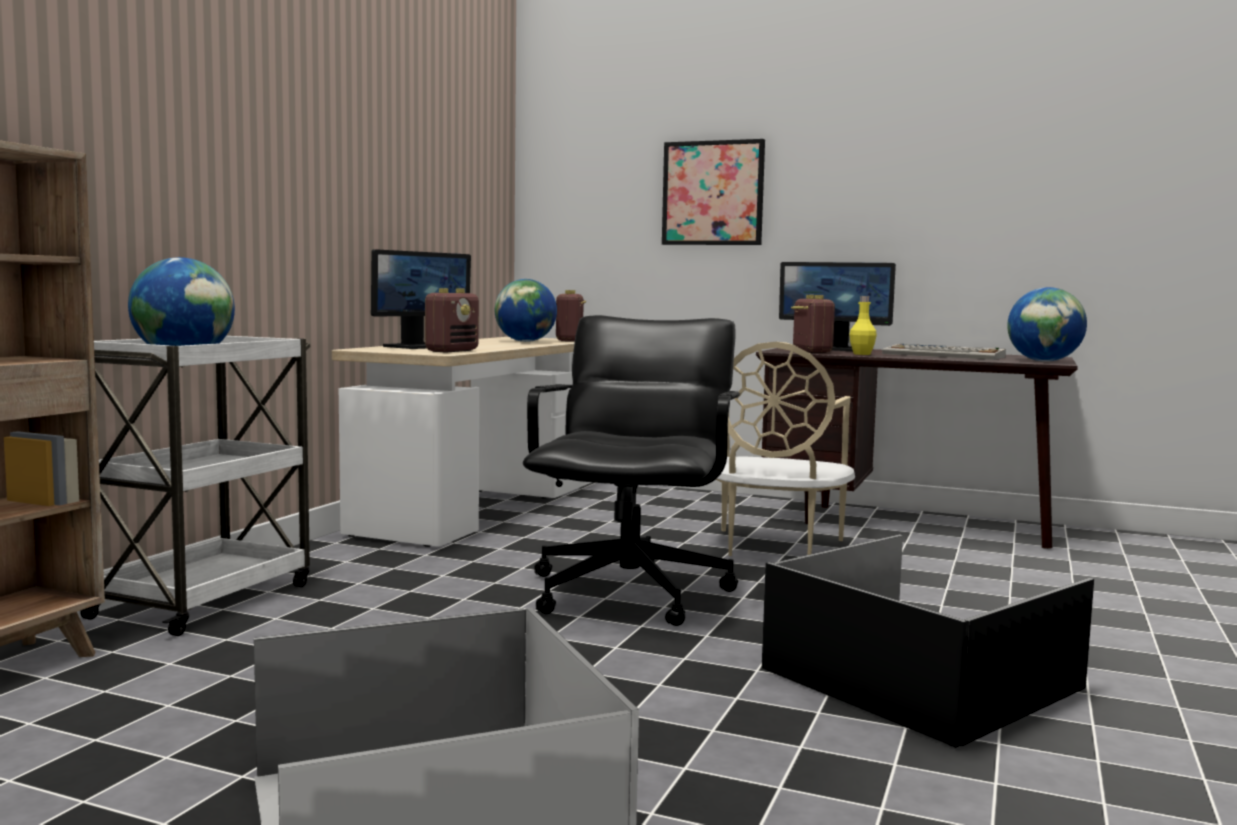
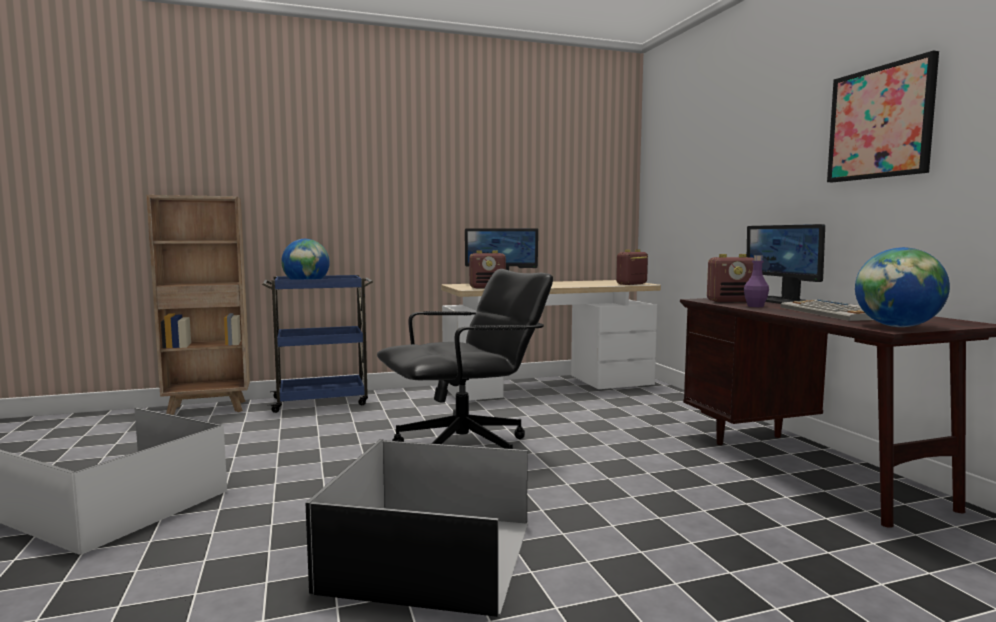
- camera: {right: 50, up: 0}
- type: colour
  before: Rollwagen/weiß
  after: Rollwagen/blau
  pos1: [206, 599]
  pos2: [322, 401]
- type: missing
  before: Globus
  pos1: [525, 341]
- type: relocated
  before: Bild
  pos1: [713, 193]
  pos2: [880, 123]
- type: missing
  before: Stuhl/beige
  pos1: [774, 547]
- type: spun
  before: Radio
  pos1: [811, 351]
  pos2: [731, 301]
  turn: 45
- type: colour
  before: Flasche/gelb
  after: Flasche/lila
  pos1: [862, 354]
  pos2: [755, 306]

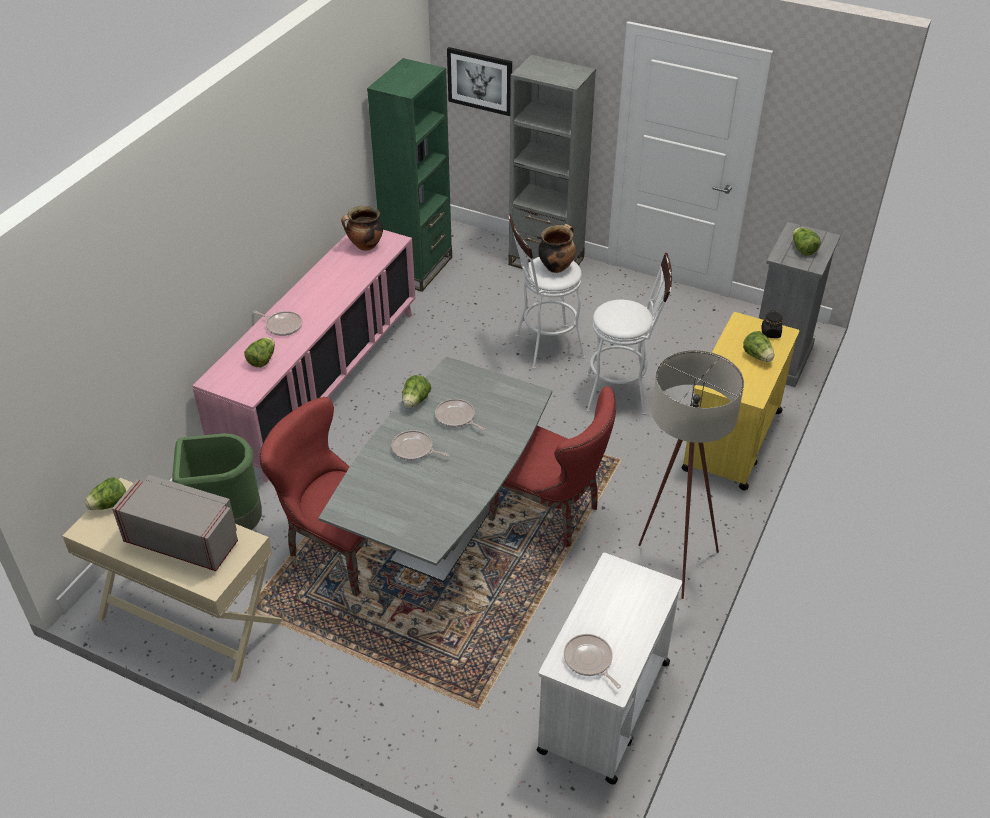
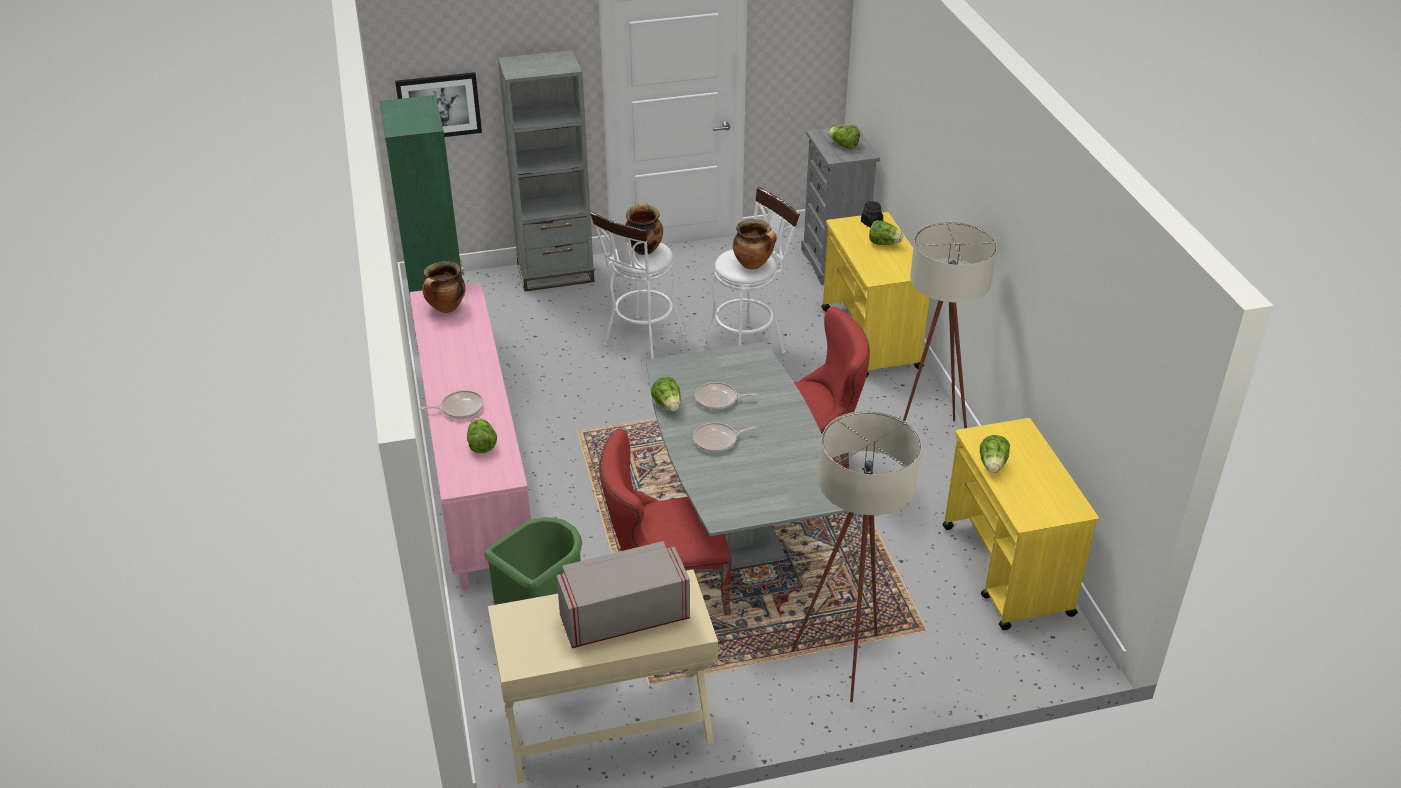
- camera: {right: -40, up: -5}
- type: relocated
  before: Salatkopf
  pos1: [110, 505]
  pos2: [993, 465]
- type: colour
  before: Rollwagen/weiß
  after: Rollwagen/gelb
  pos1: [603, 707]
  pos2: [1007, 571]
- type: missing
  before: Pfanne
  pos1: [589, 660]
- type: appeared
  after: Kochtopf
  pos2: [753, 264]
- type: appeared
  after: Stehlampe/beige
  pos2: [848, 657]

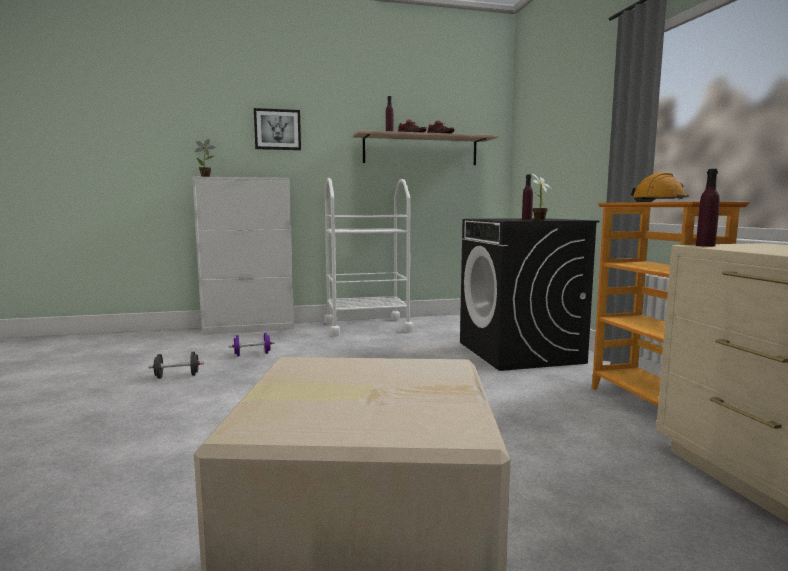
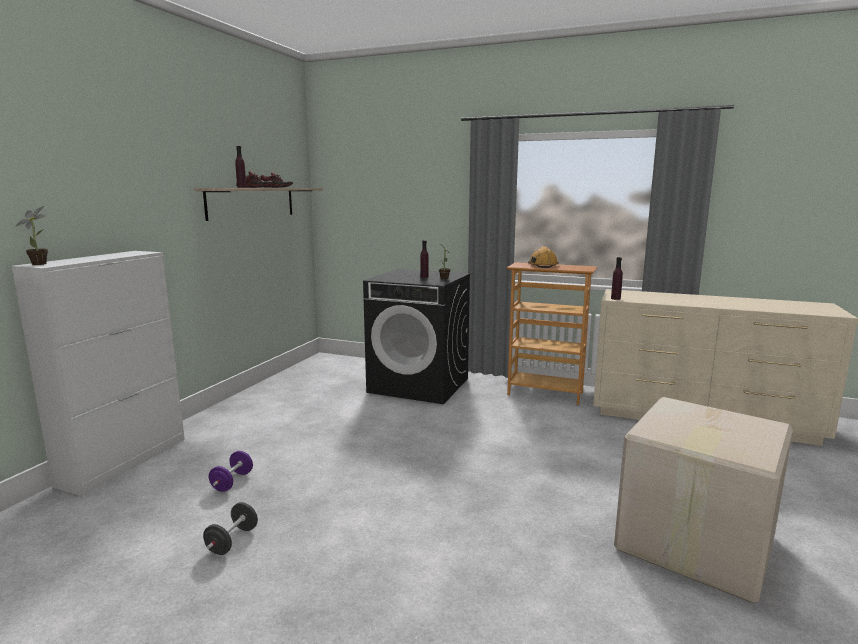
- camera: {right: -55, up: 5}
- type: missing
  before: Bild
  pos1: [277, 129]
- type: missing
  before: Rollwagen/weiß
  pos1: [367, 326]

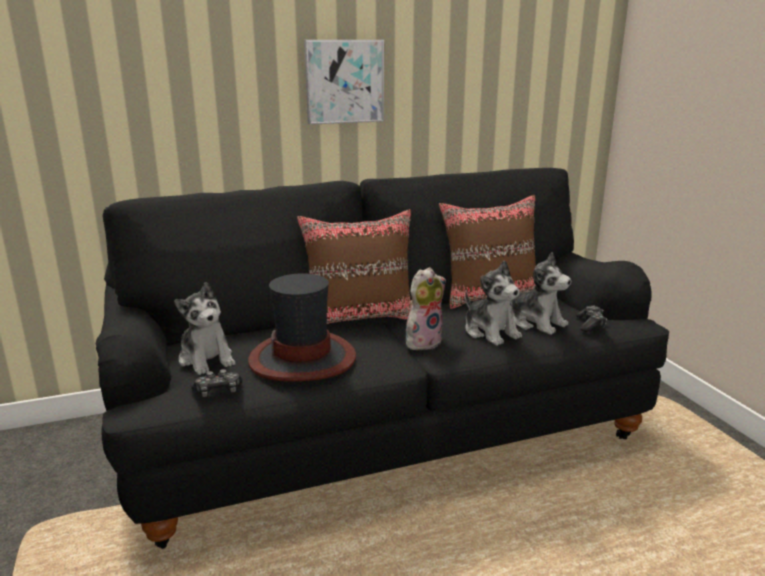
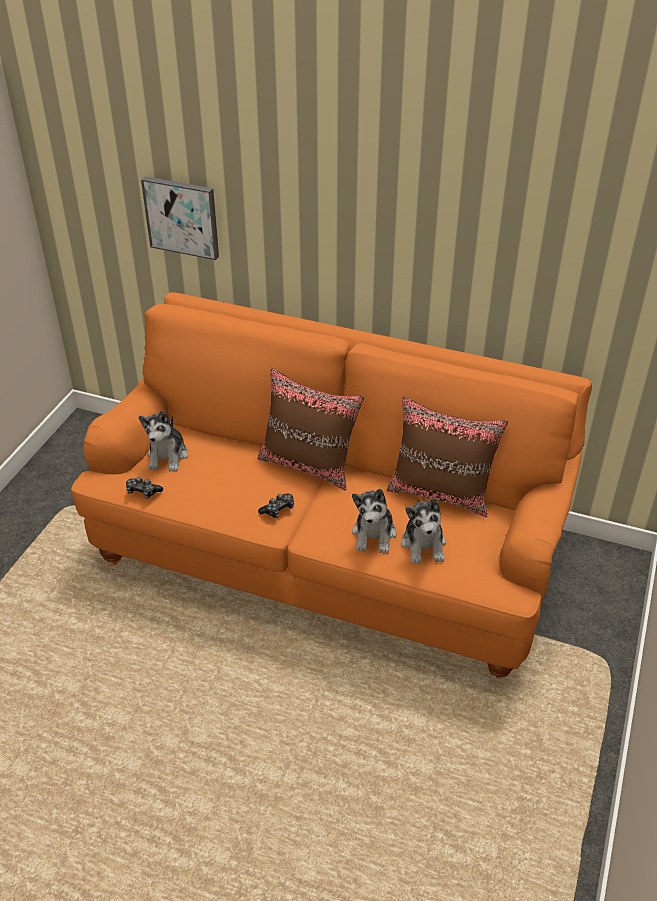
- camera: {right: 40, up: 20}
- type: colour
  before: Sofa/schwarz
  after: Sofa/orange
  pos1: [382, 430]
  pos2: [329, 553]
- type: missing
  before: Hut
  pos1: [303, 358]
- type: relocated
  before: Bild
  pos1: [344, 81]
  pos2: [182, 216]
- type: missing
  before: Plüschtier
  pos1: [423, 341]
- type: relocated
  before: Gamepad
  pos1: [590, 324]
  pos2: [278, 509]

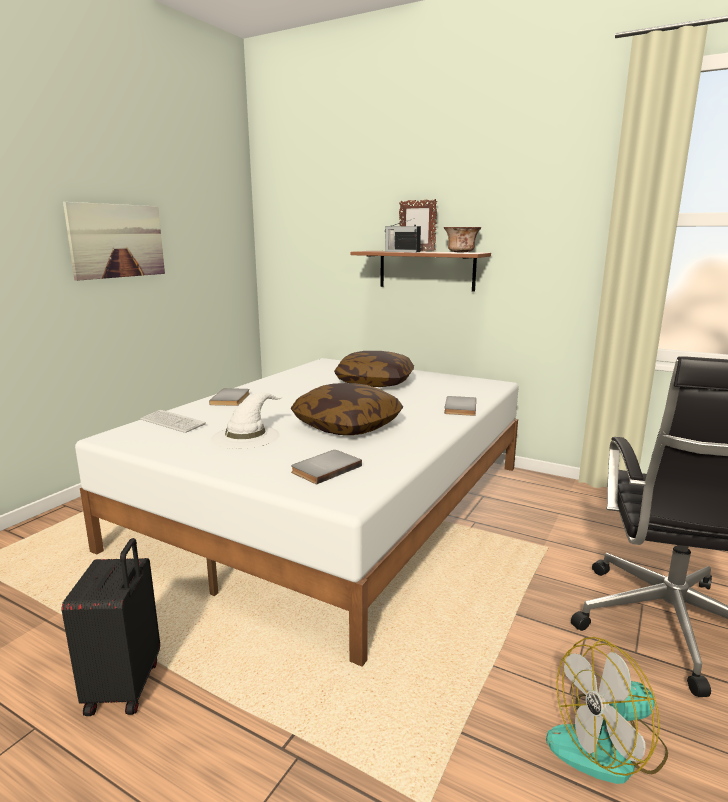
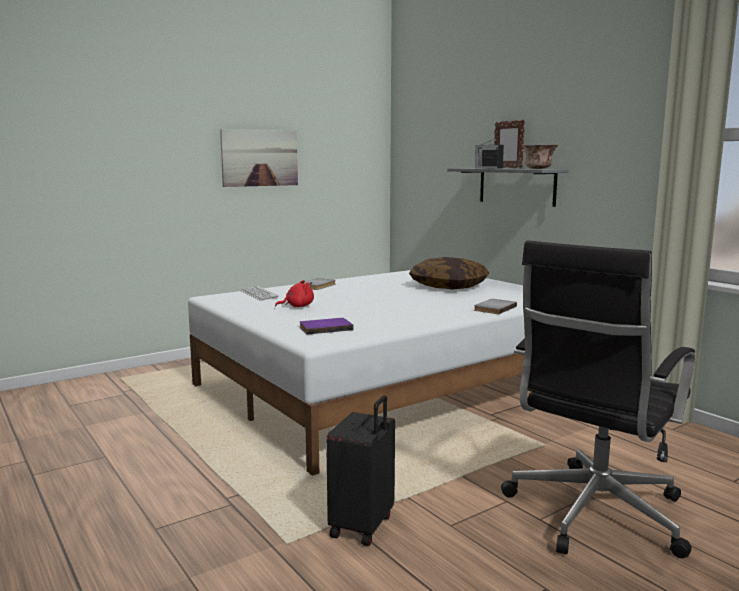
- camera: {right: 25, up: -5}
- type: relocated
  before: Koffer/schwarz
  pos1: [126, 686]
  pos2: [363, 526]
- type: exchanged
  before: Hut/weiß
  after: Plüschtier/rot
  pos1: [246, 436]
  pos2: [297, 306]
- type: missing
  before: Kissen
  pos1: [347, 426]
- type: colour
  before: Buch/grau
  after: Buch/lila
  pos1: [324, 468]
  pos2: [325, 328]
- type: colour
  before: Wandregal/braun
  after: Wandregal/grau
  pos1: [426, 270]
  pos2: [516, 186]
- type: missing
  before: Ventilator
  pos1: [608, 748]

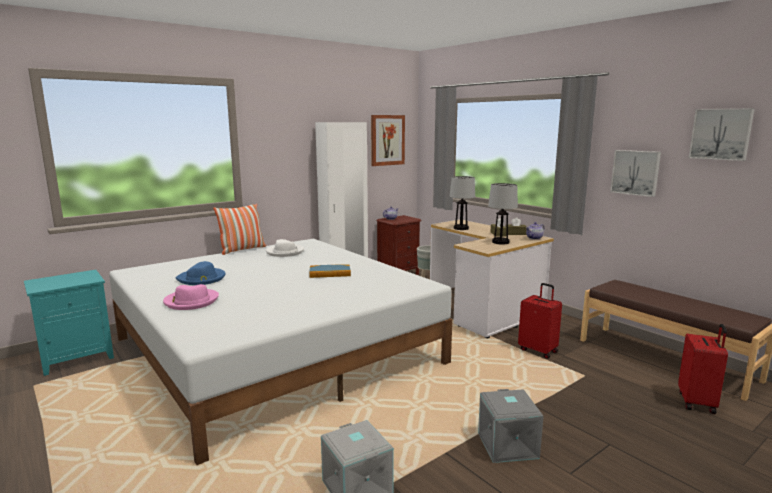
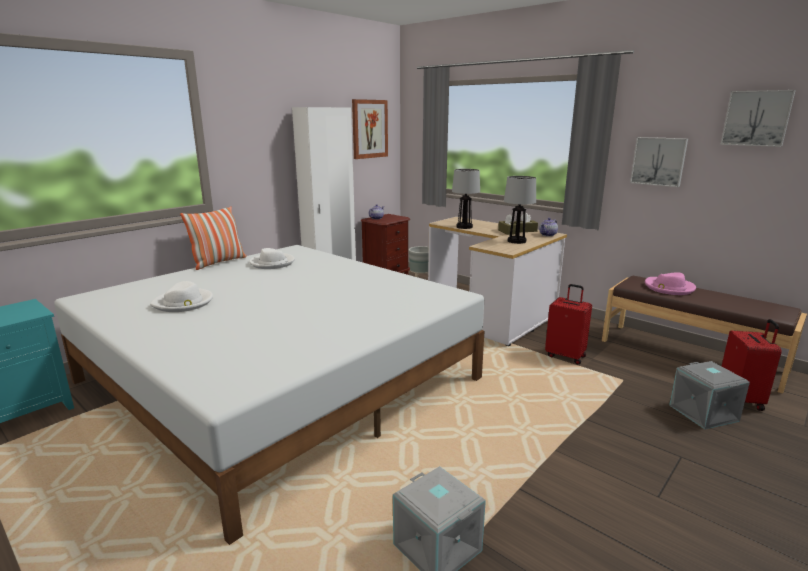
- camera: {right: -10, up: 5}
- type: relocated
  before: Hut/rosa
  pos1: [191, 301]
  pos2: [668, 288]
- type: colour
  before: Hut/blau
  after: Hut/weiß
  pos1: [202, 279]
  pos2: [183, 303]
- type: missing
  before: Buch
  pos1: [330, 273]
- type: relocated
  before: Aufbewahrungsbox/grau
  pos1: [506, 445]
  pos2: [702, 413]

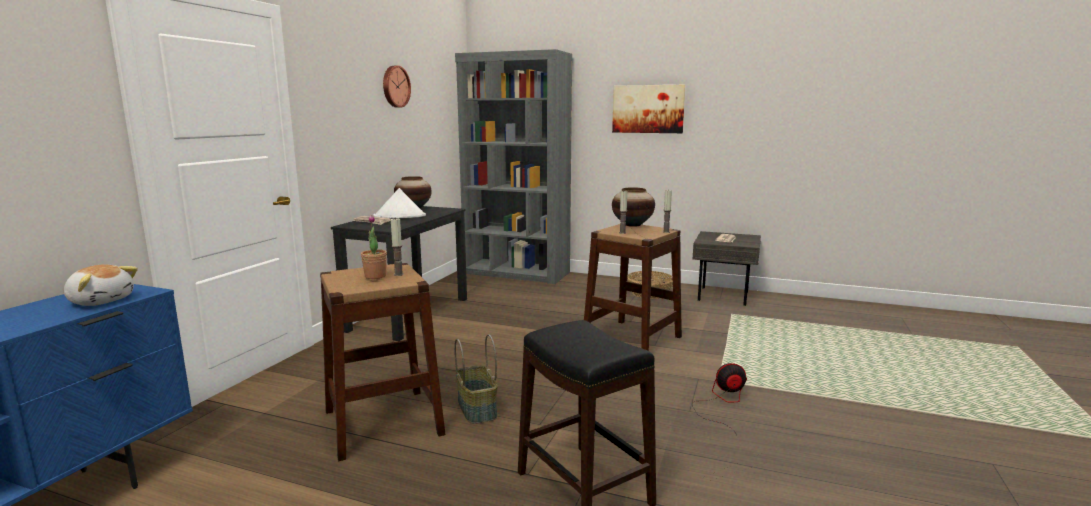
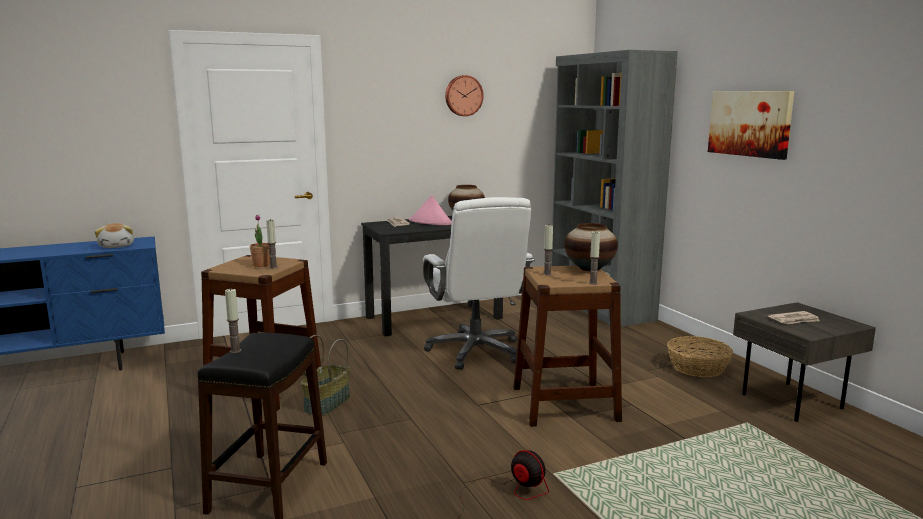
- camera: {right: 45, up: 0}
- type: colour
  before: Hut/weiß
  after: Hut/rosa
  pos1: [400, 216]
  pos2: [431, 222]
- type: appeared
  after: Kerze
  pos2: [235, 351]
- type: appeared
  after: Bürostuhl/weiß
  pos2: [476, 351]

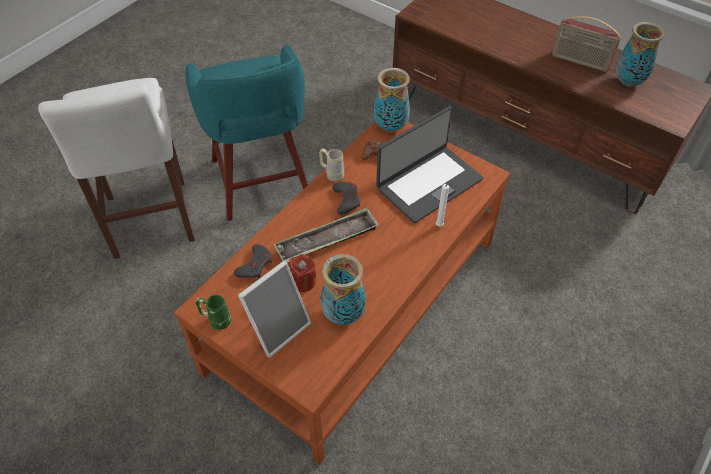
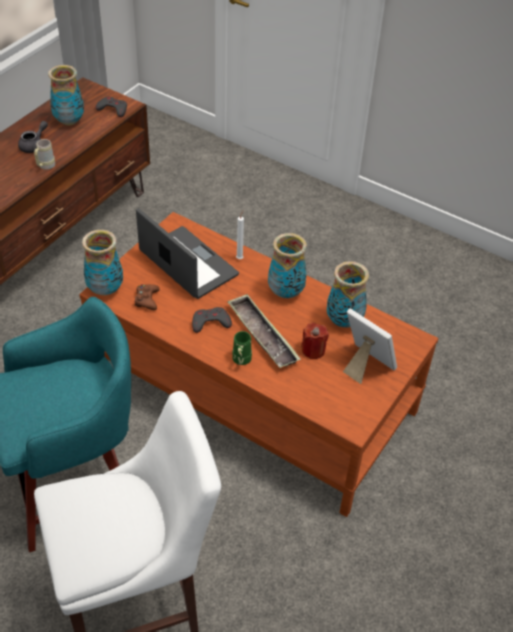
- camera: {right: -95, up: -5}
- type: relocated
  before: Henkelbecher/grün
  pos1: [216, 320]
  pos2: [241, 361]
- type: relocated
  before: Gamepad/grau
  pos1: [255, 265]
  pos2: [113, 109]
- type: relocated
  before: Henkelbecher/beige
  pos1: [332, 174]
  pos2: [45, 167]
- type: exchanged
  before: Radio
  after: Teekanne/grau
  pos1: [579, 61]
  pos2: [34, 145]
- type: appeared
  after: Vase
  pos2: [286, 292]

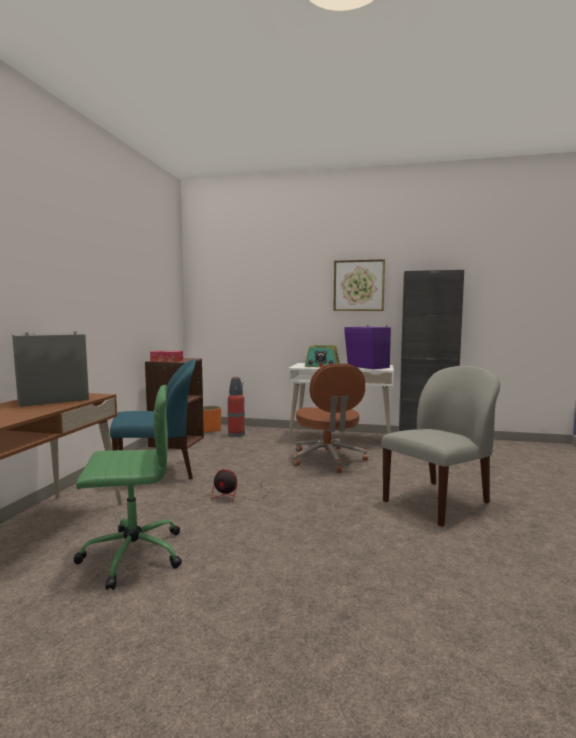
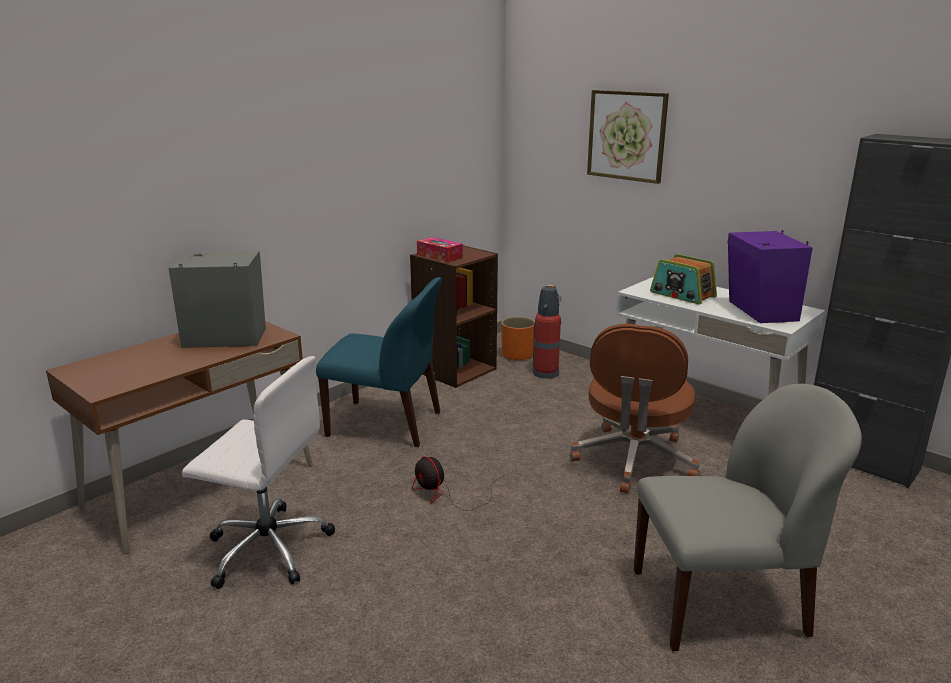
- camera: {right: 30, up: 15}
- type: colour
  before: Bürostuhl/grün
  after: Bürostuhl/weiß
  pos1: [131, 555]
  pos2: [267, 548]
- type: relocated
  before: Bild
  pos1: [358, 285]
  pos2: [627, 135]

